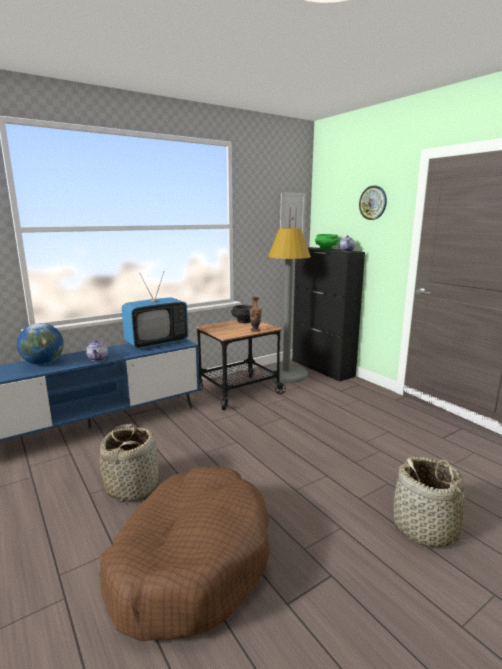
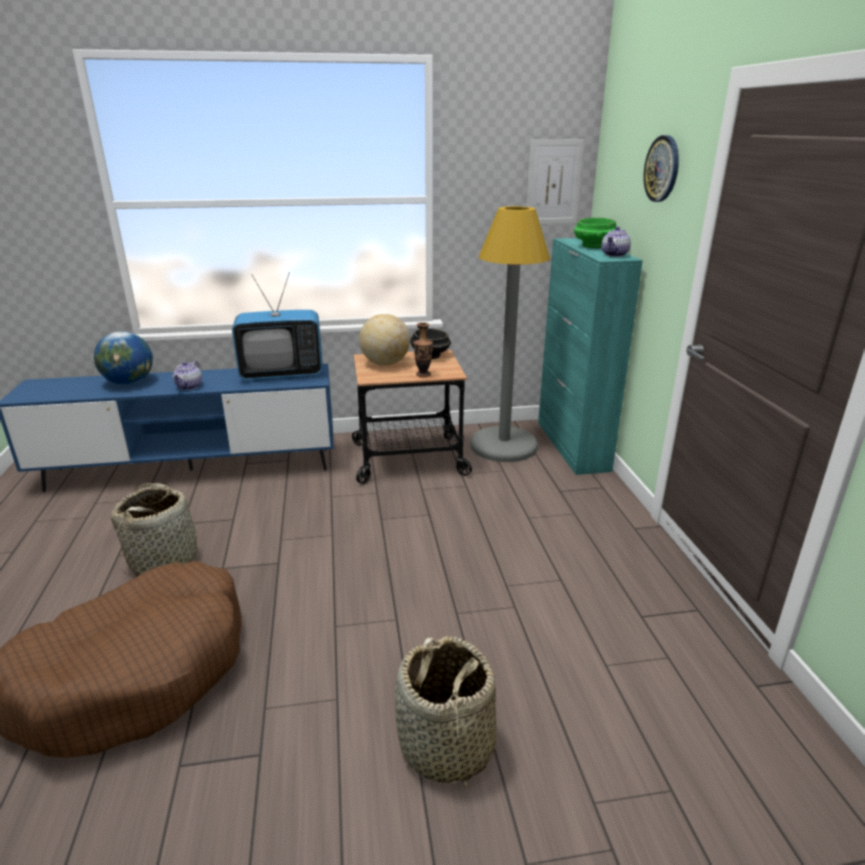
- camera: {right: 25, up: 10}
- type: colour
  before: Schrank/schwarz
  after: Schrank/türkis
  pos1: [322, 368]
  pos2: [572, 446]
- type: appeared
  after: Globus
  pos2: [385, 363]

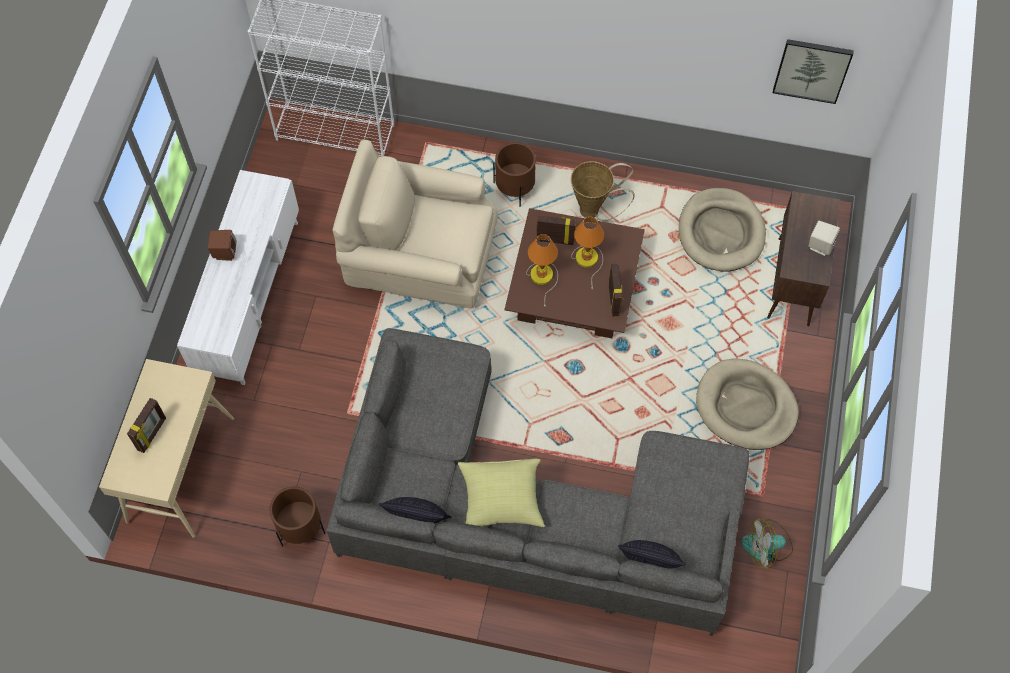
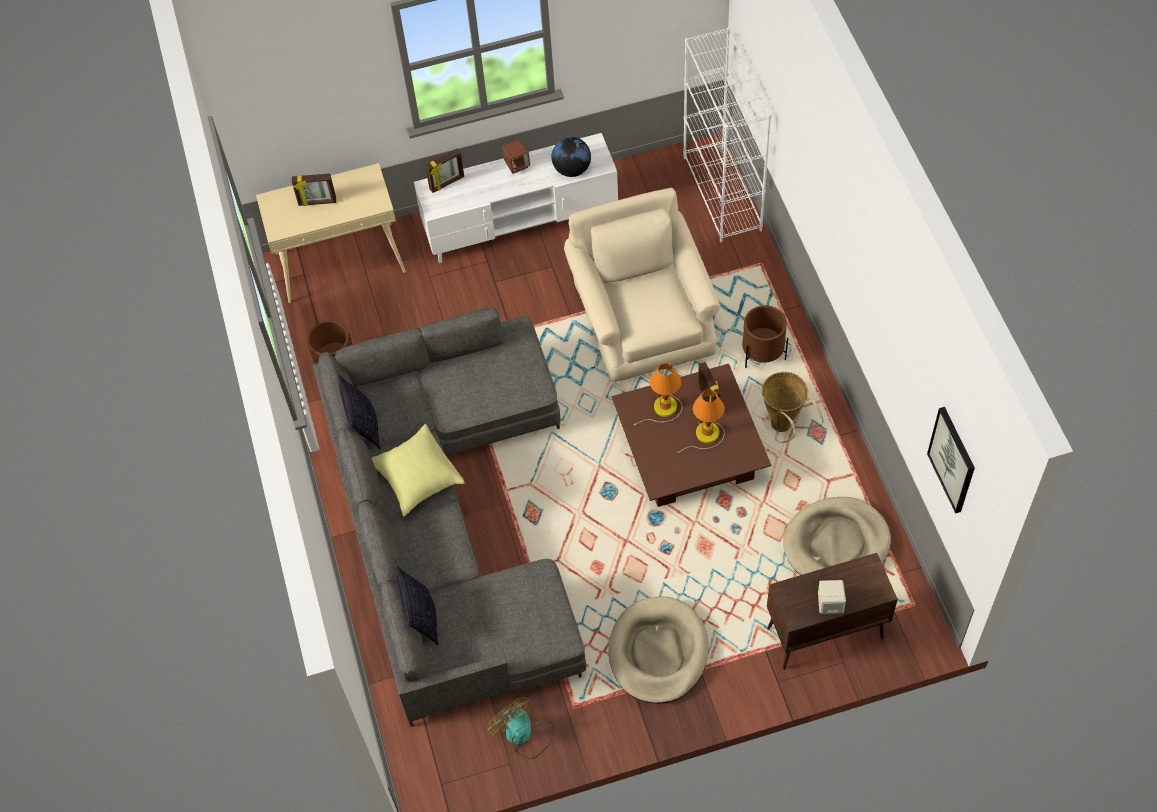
- camera: {right: 65, up: -5}
- type: relocated
  before: Bilderrahmen
  pos1: [614, 299]
  pos2: [447, 183]
- type: appeared
  after: Globus
  pos2: [572, 169]

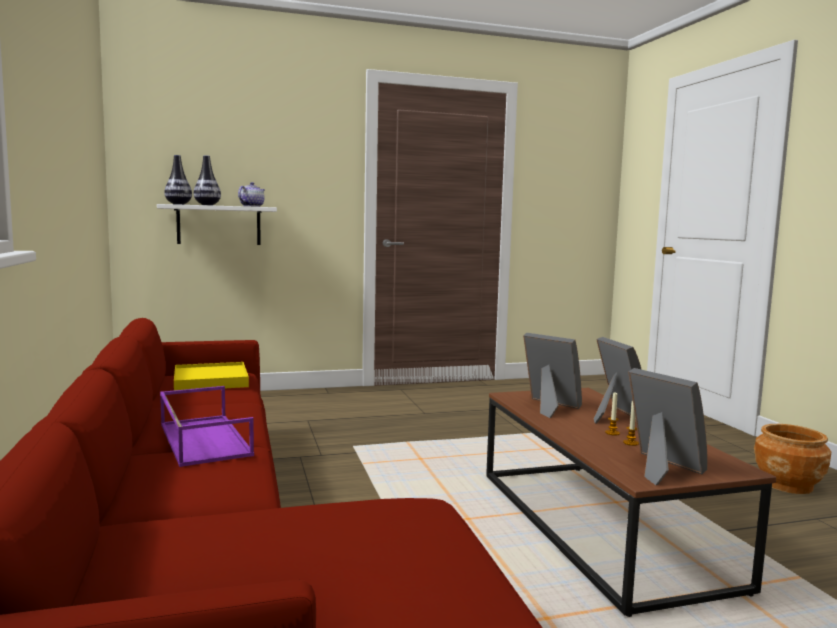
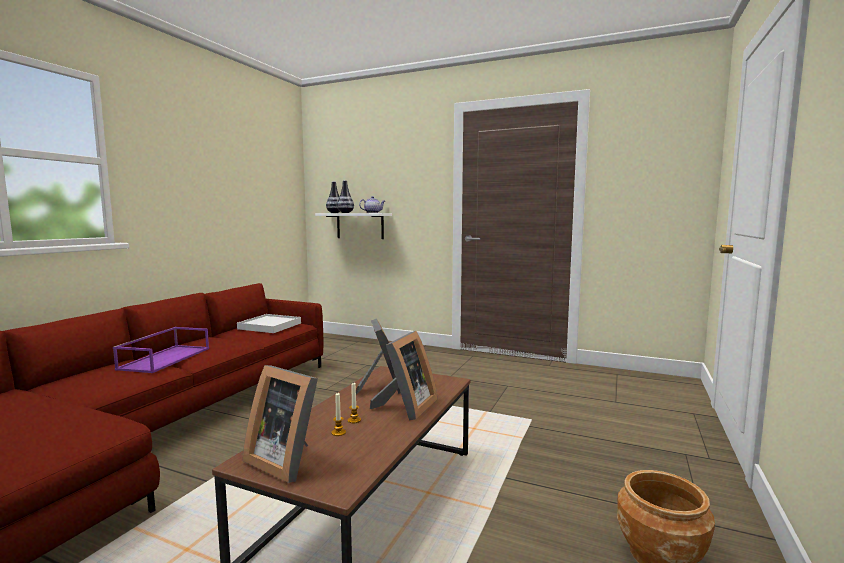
- camera: {right: 40, up: 0}
- type: colour
  before: Tablett/gelb
  after: Tablett/weiß
  pos1: [210, 380]
  pos2: [270, 326]
- type: spun
  before: Bilderrahmen
  pos1: [660, 468]
  pos2: [286, 460]
  turn: 120

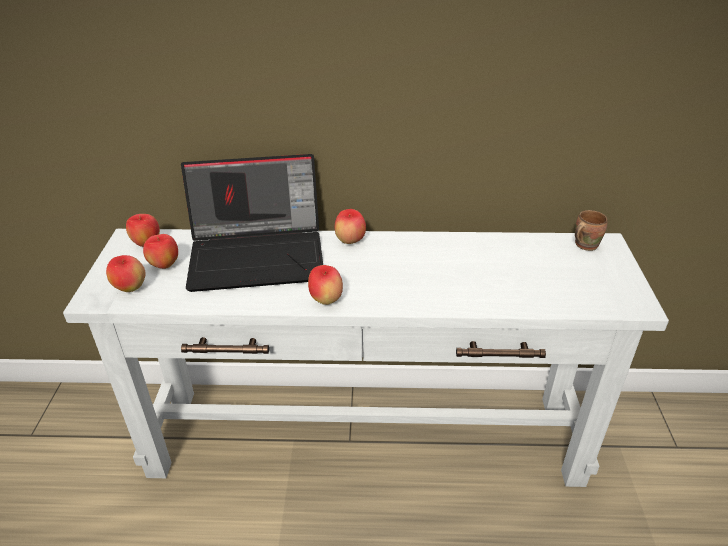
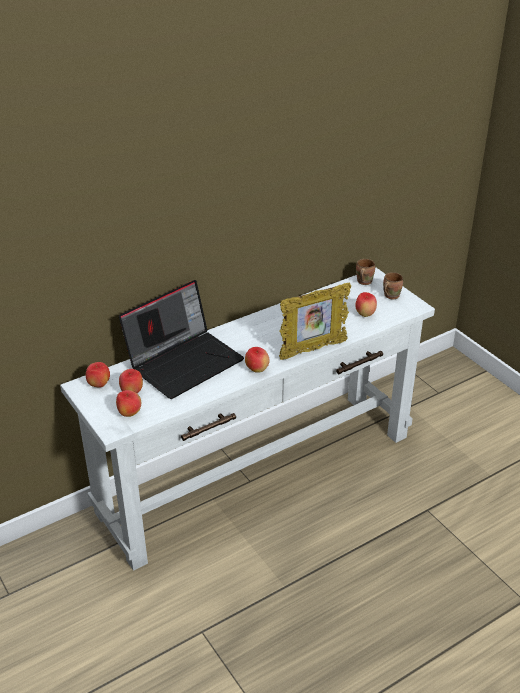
- camera: {right: -35, up: 0}
- type: relocated
  before: Apfel
  pos1: [350, 241]
  pos2: [365, 314]
- type: appeared
  after: Bilderrahmen
  pos2: [312, 350]
- type: appeared
  after: Henkelbecher/braun
  pos2: [390, 295]

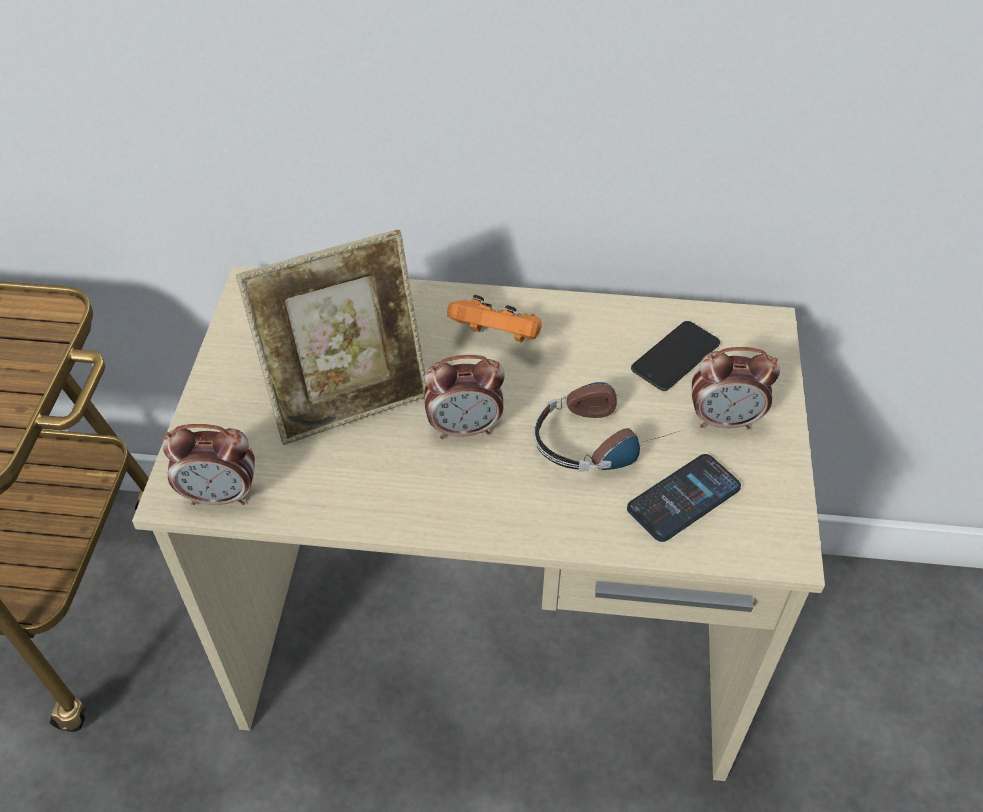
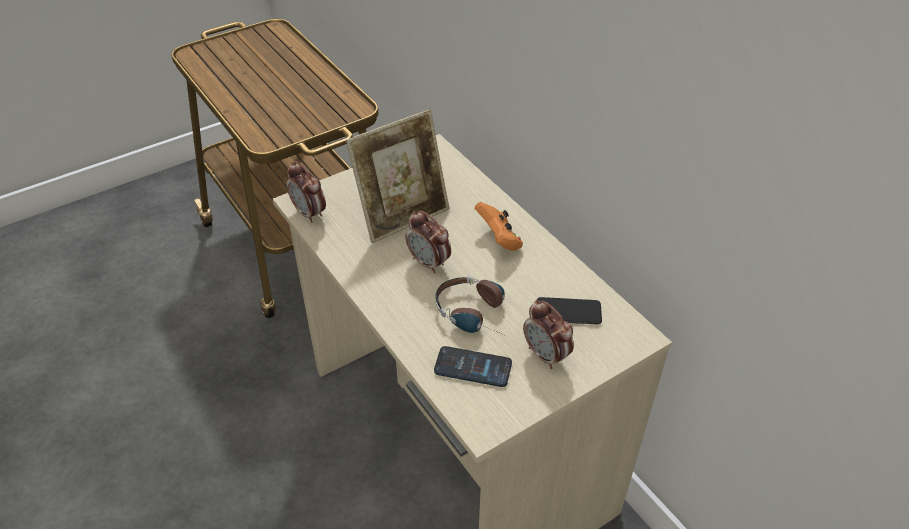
- camera: {right: 50, up: -5}
- type: spun
  before: Bilderrahmen
  pos1: [349, 399]
  pos2: [403, 216]
  turn: -60

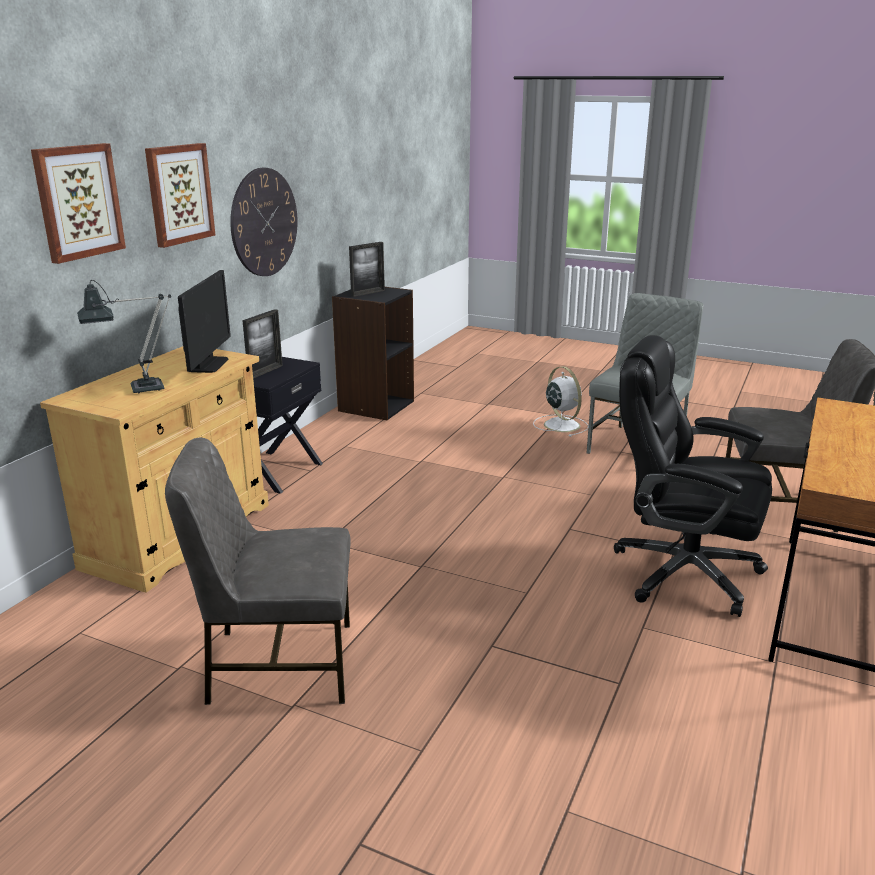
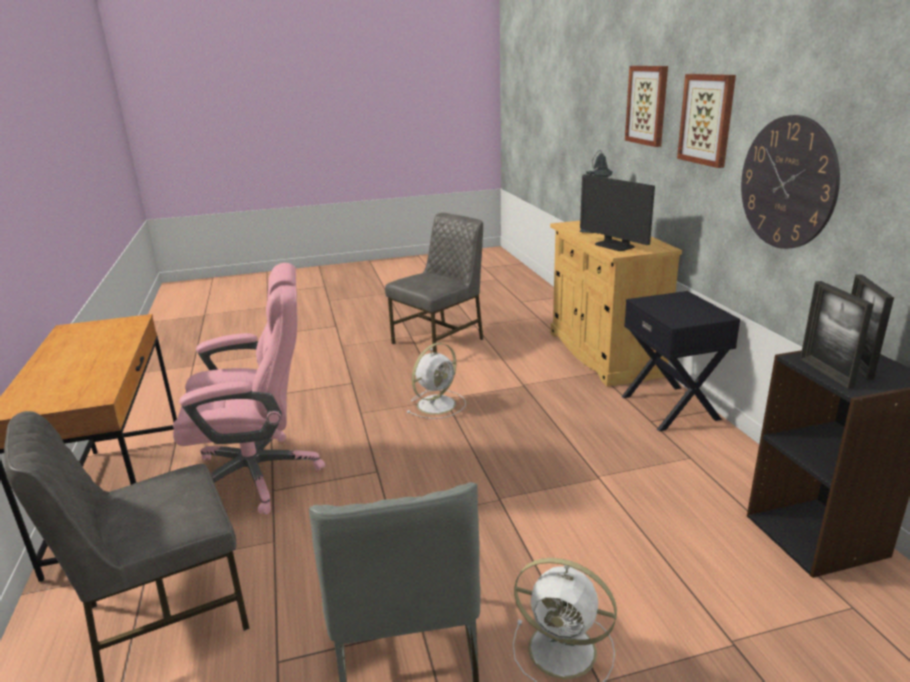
- camera: {right: 140, up: 0}
- type: relocated
  before: Bilderrahmen
  pos1: [265, 372]
  pos2: [825, 372]
- type: colour
  before: Bürostuhl/schwarz
  after: Bürostuhl/rosa
  pos1: [682, 572]
  pos2: [258, 474]
- type: appeared
  after: Ventilator/weiß
  pos2: [437, 404]

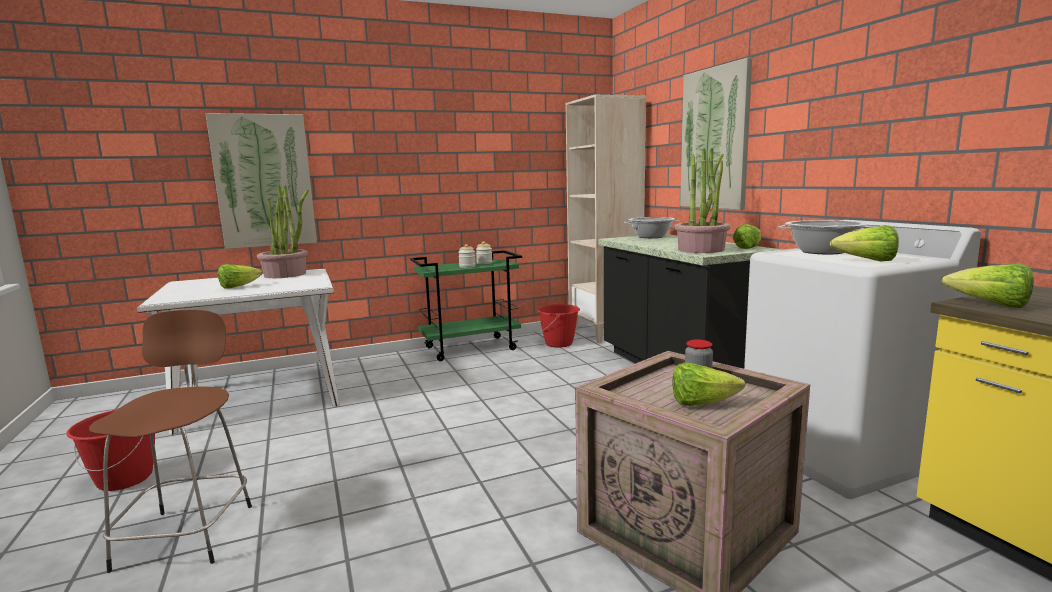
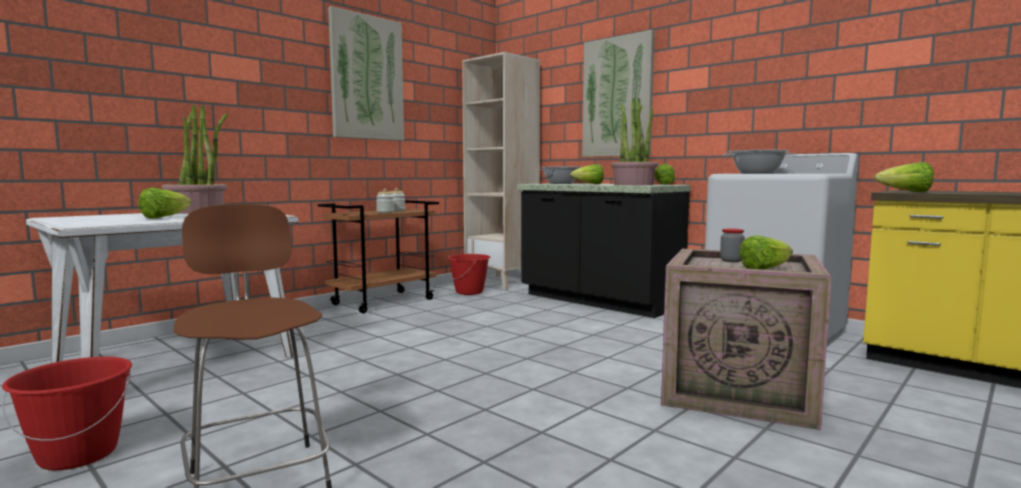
- camera: {right: -25, up: -5}
- type: relocated
  before: Bild
  pos1: [264, 181]
  pos2: [367, 78]
- type: colour
  before: Rollwagen/grün
  after: Rollwagen/braun
  pos1: [471, 348]
  pos2: [383, 302]
- type: relocated
  before: Salatkopf
  pos1: [867, 261]
  pos2: [589, 184]

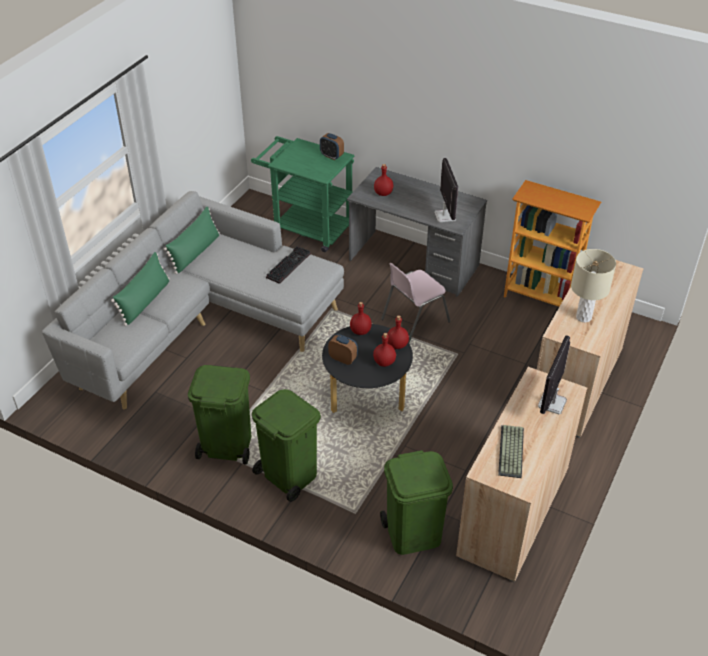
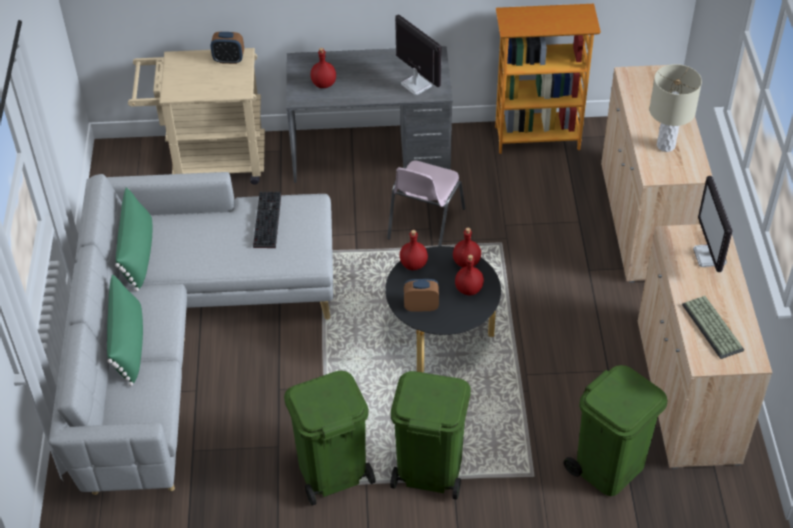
- camera: {right: -30, up: 5}
- type: colour
  before: Rollwagen/grün
  after: Rollwagen/beige
  pos1: [306, 228]
  pos2: [209, 162]

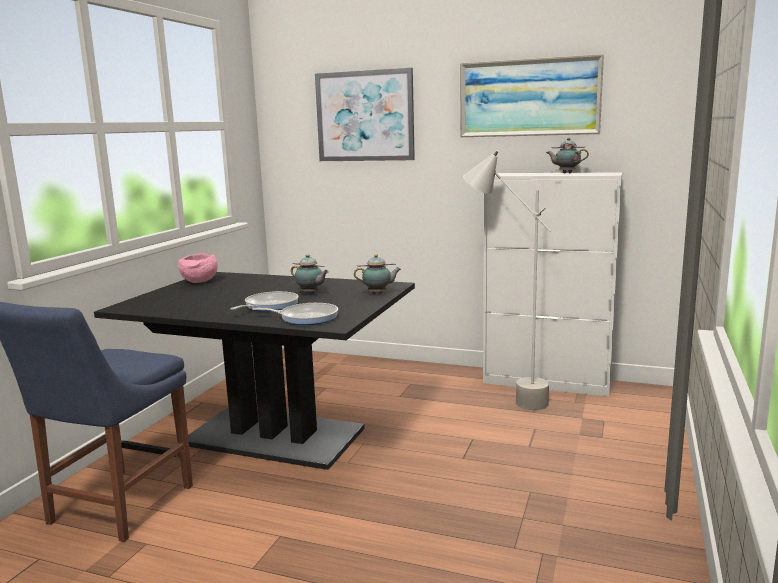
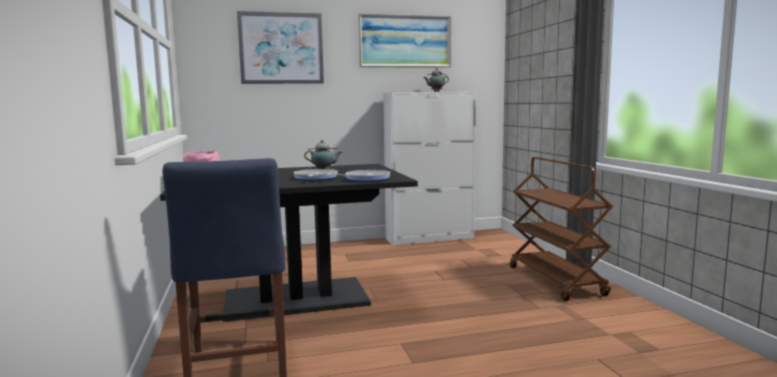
- camera: {right: -35, up: -5}
- type: missing
  before: Teekanne
  pos1: [378, 294]
- type: missing
  before: Stehlampe/grau
  pos1: [505, 398]
- type: appeared
  after: Rollwagen/braun
  pos2: [556, 281]

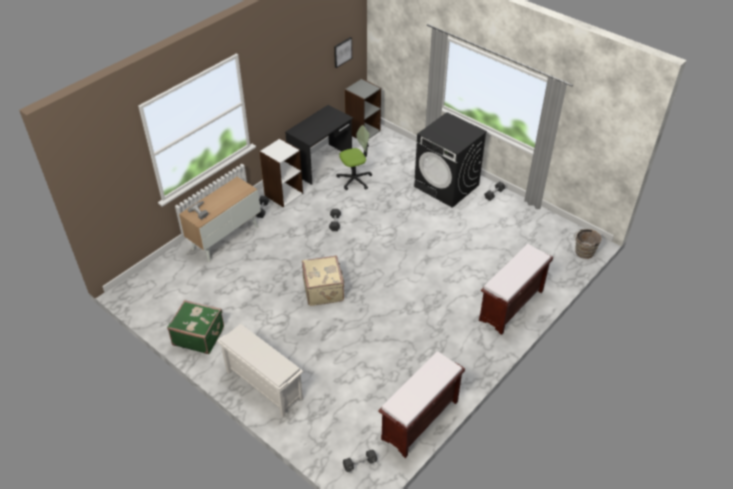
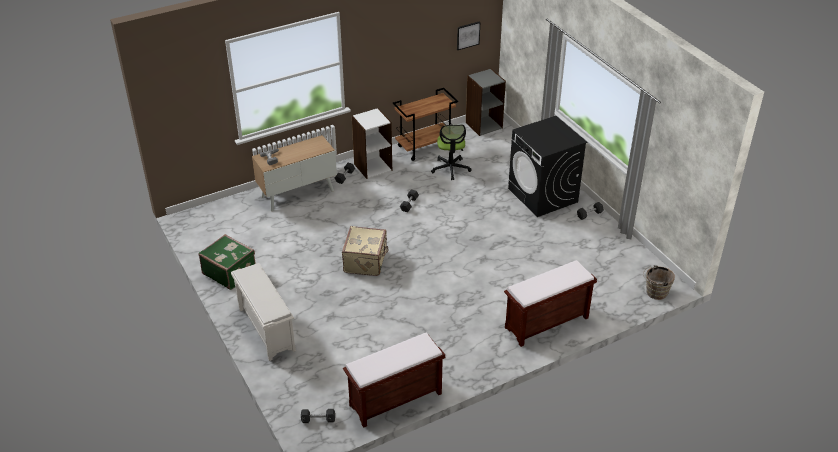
- camera: {right: 20, up: -5}
- type: exchanged
  before: Schreibtisch/schwarz
  after: Rollwagen/braun
  pos1: [321, 164]
  pos2: [425, 147]
- type: spun
  before: Bürostuhl
  pos1: [354, 179]
  pos2: [450, 169]
  turn: 90

